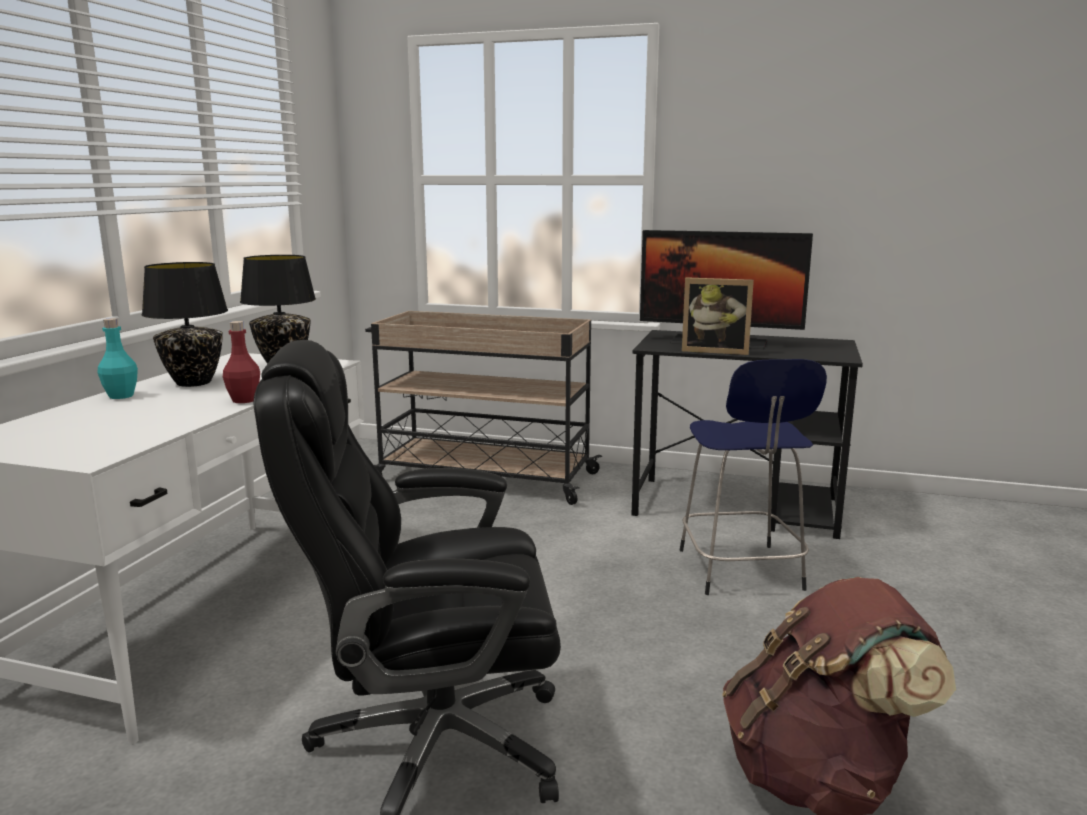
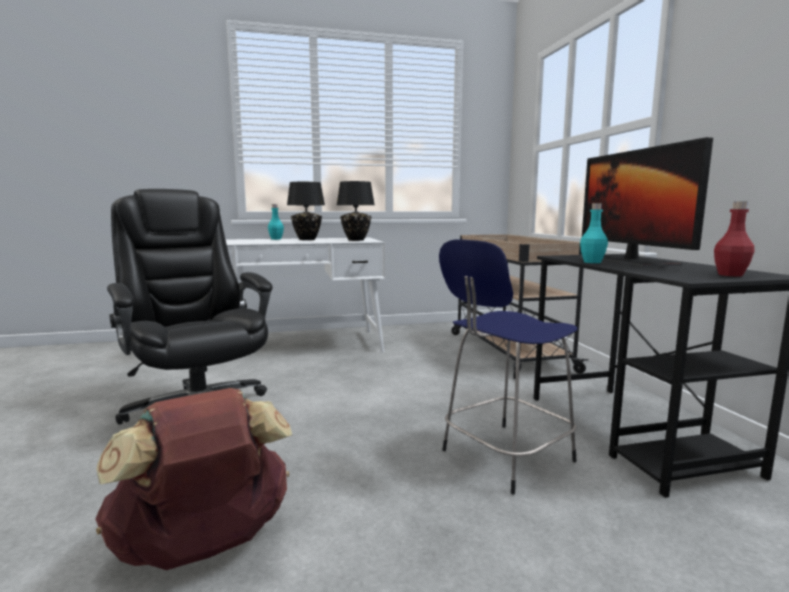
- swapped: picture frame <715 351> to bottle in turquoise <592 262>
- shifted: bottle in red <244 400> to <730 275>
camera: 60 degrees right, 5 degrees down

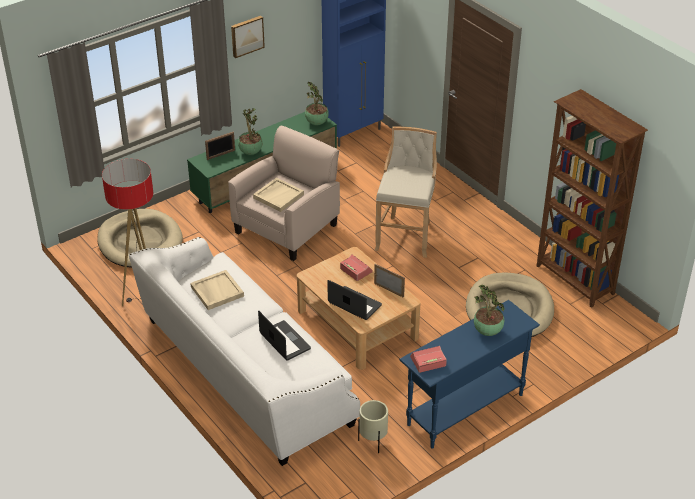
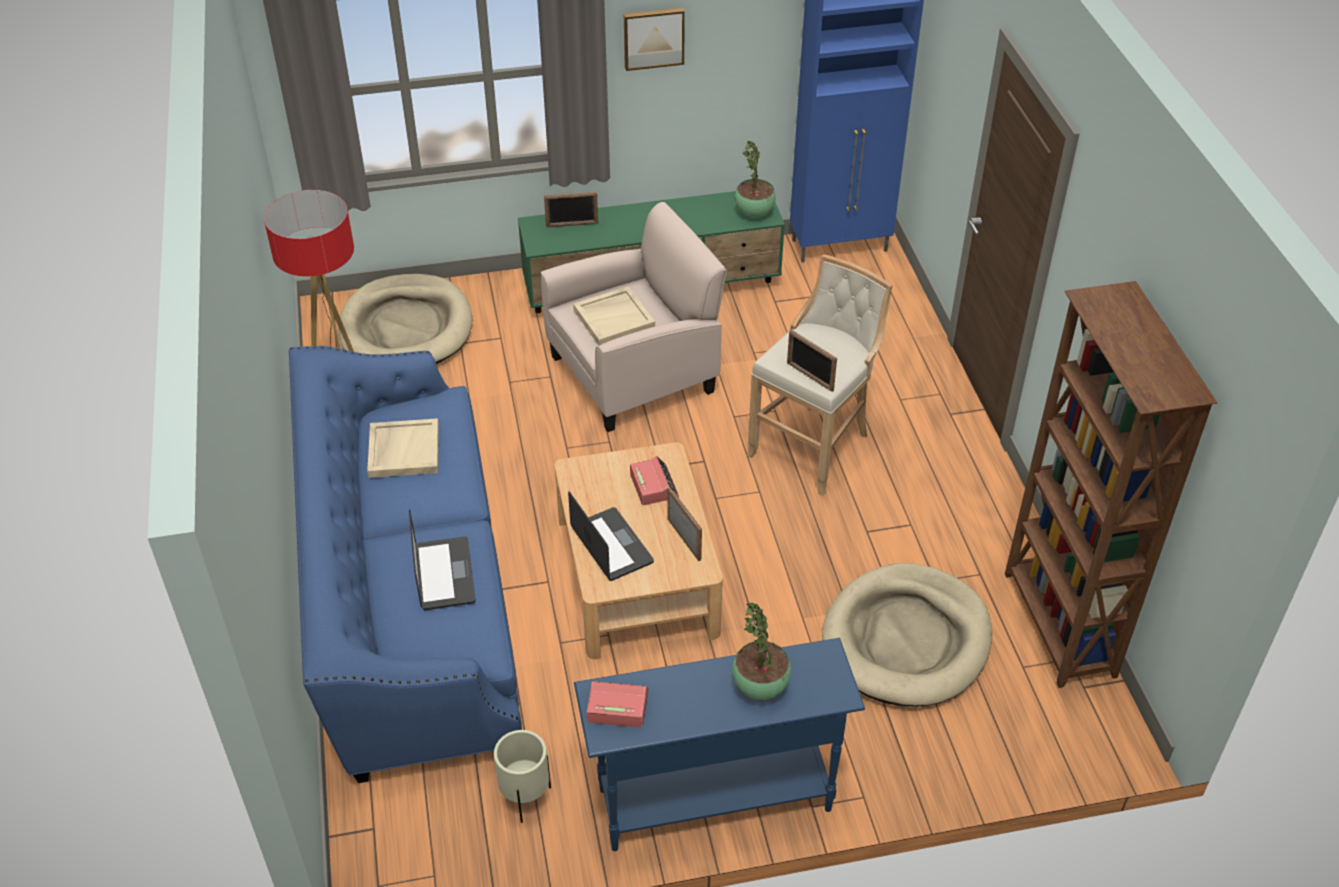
- repainted: sofa in white <244 372> to sofa in blue <411 596>
- new: picture frame <809 377>
- gone: potted plant <250 152>
camera: 25 degrees right, 5 degrees up

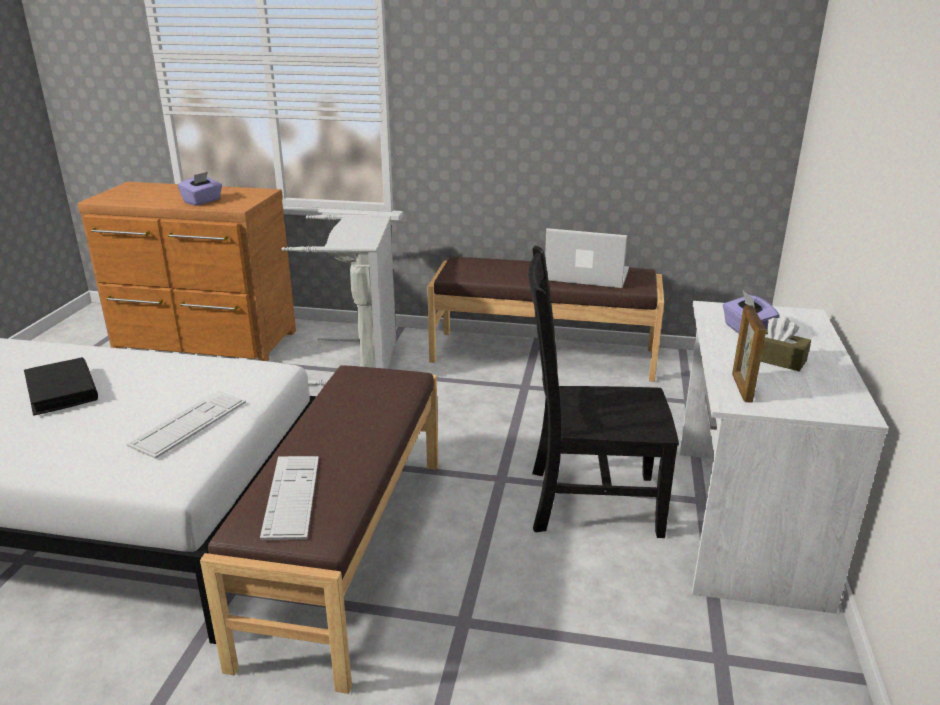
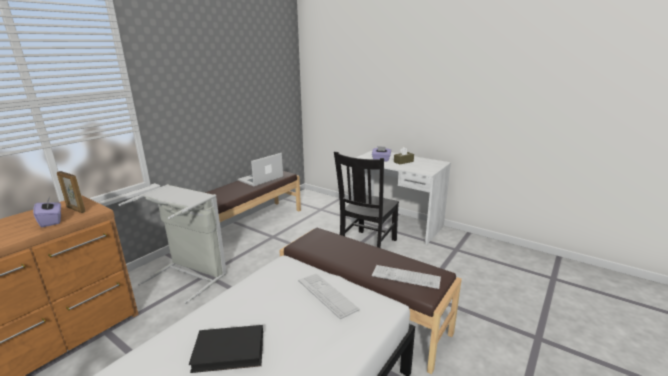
- shifted: picture frame <741 388> to <76 209>
camera: 65 degrees left, 5 degrees down

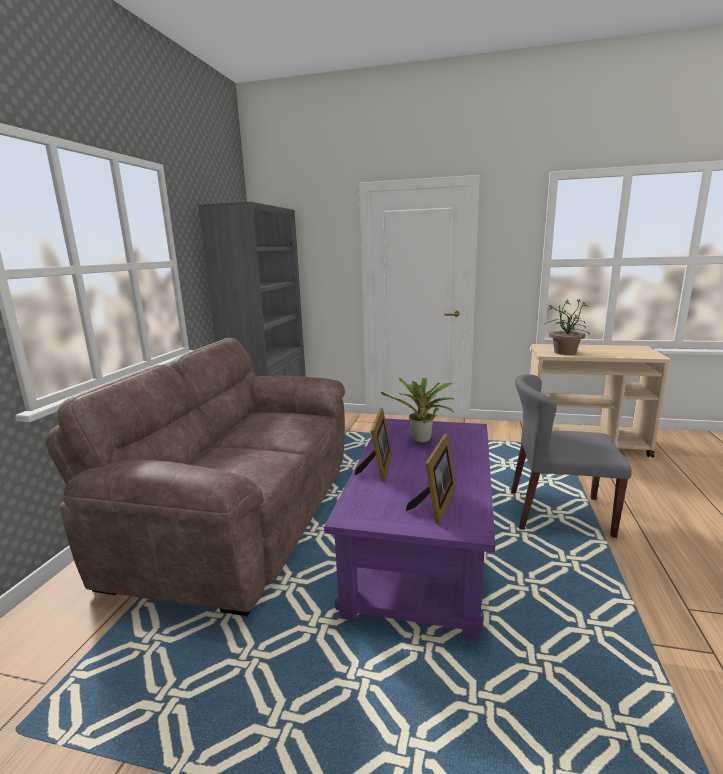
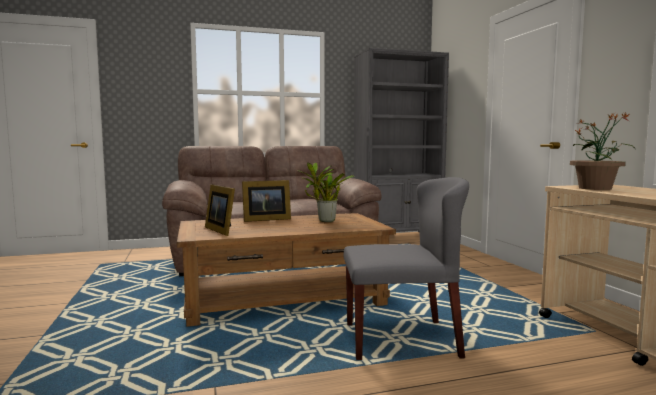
- repainted: coffee table in purple <421 544> to coffee table in brown <284 299>
- rotated: picture frame <436 504> = <222 230> 60 degrees clockwise
- rotated: chair in grey <558 513> = <402 339> 105 degrees clockwise
camera: 60 degrees right, 10 degrees down

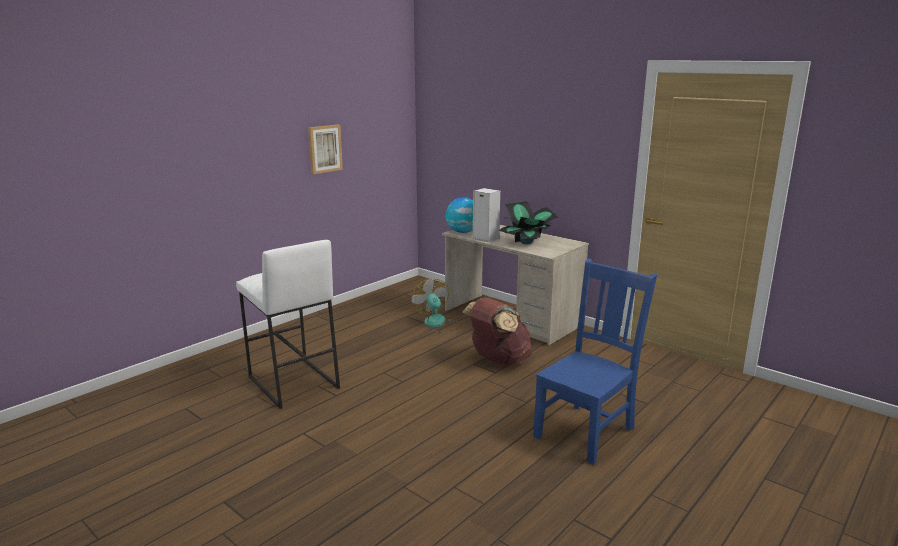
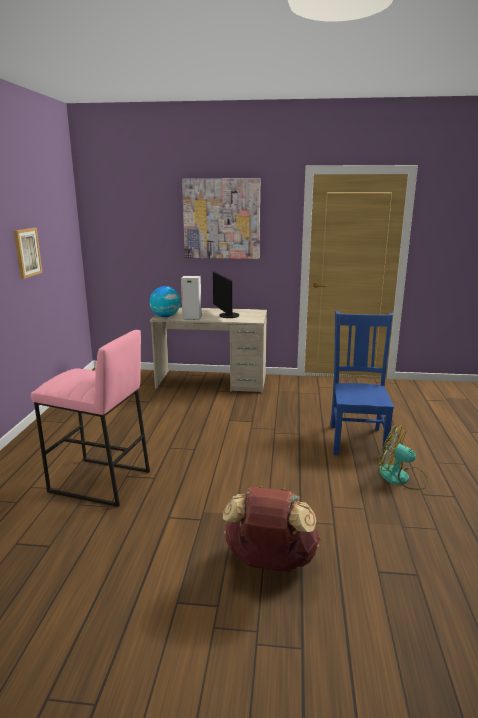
- repainted: stool in white <292 383> to stool in pink <99 482>
- new: picture <221 219>
- swapped: potted plant <527 242> to monitor <227 316>
- shifted: backpack in brown <498 360> to <270 562>
- shifted: fan <438 324> to <401 478>
camera: 35 degrees left, 0 degrees up

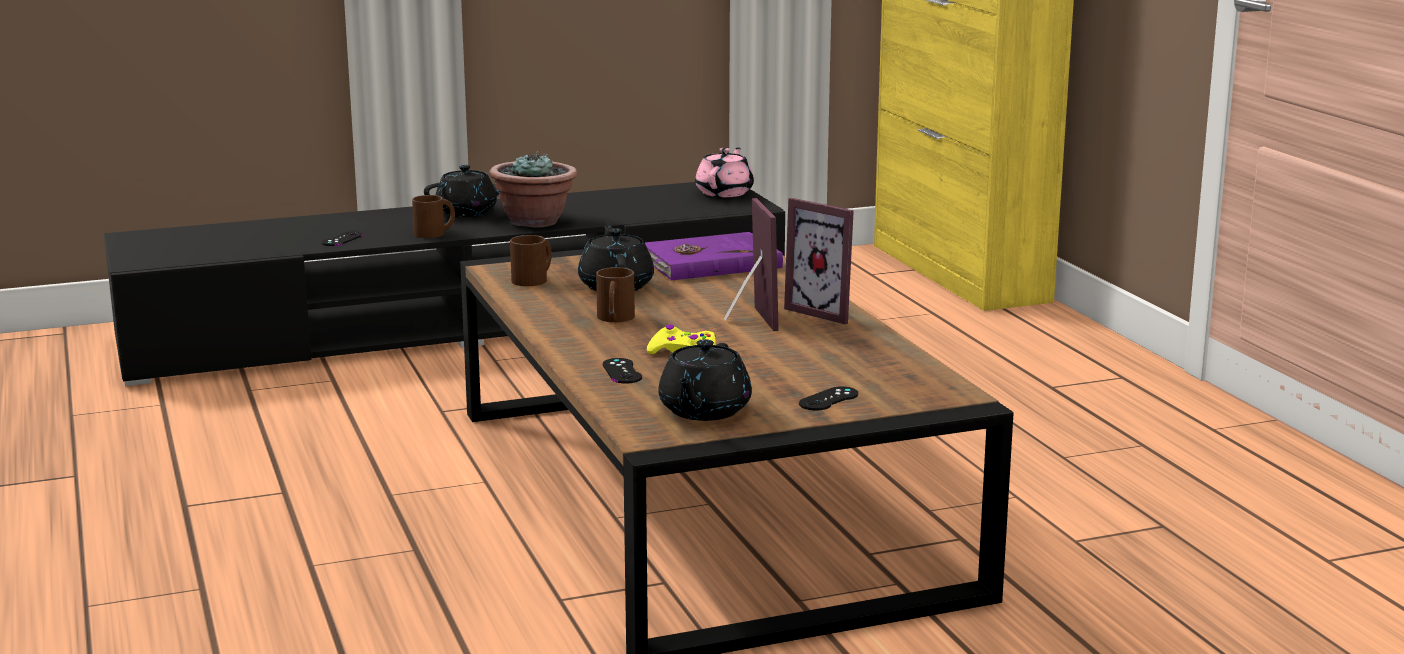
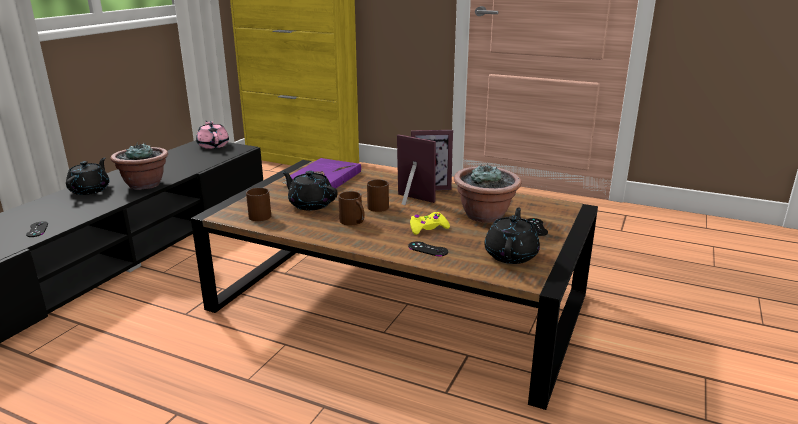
- shifted: mug in brown <435 233> to <379 205>
- new: potted plant <485 216>
- rotated: teapot in black <703 411> = <511 254> 135 degrees counterclockwise
camera: 45 degrees left, 5 degrees up

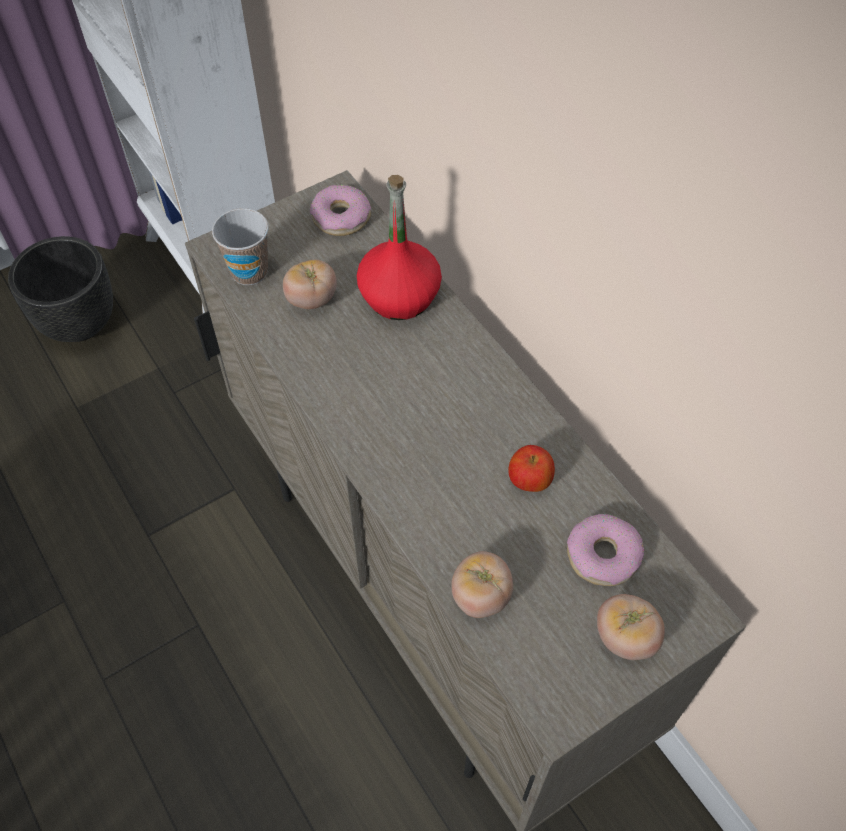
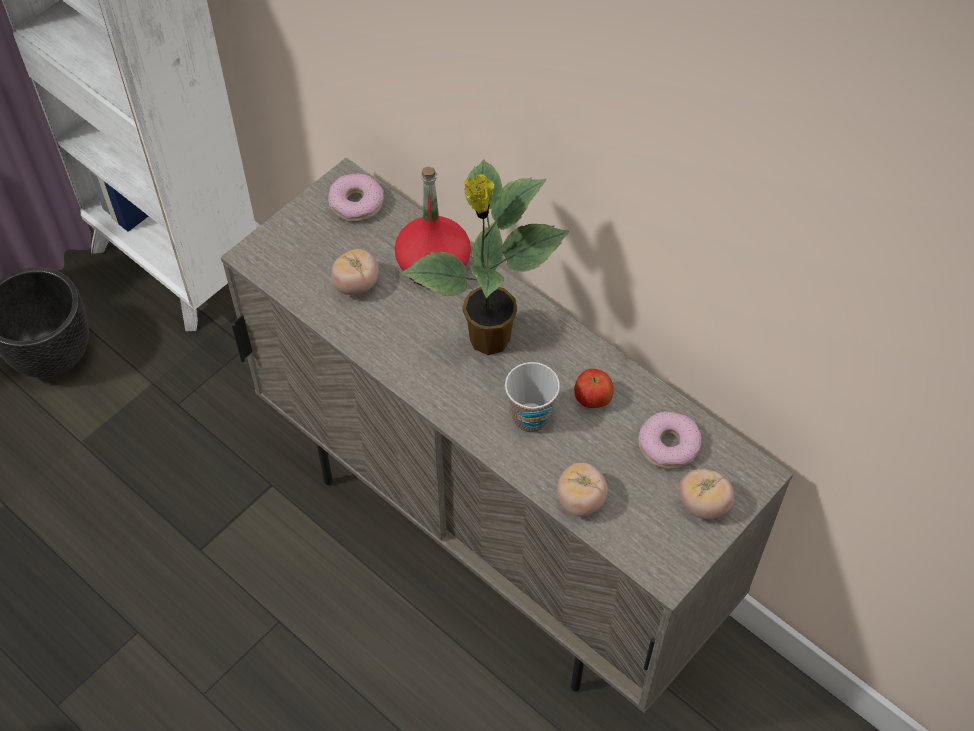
- new: potted plant <488 340>
- shifted: cup <249 272> to <530 418>
camera: 15 degrees left, 0 degrees up

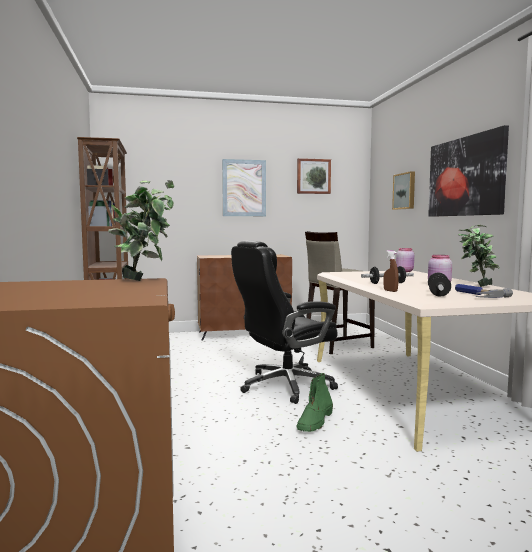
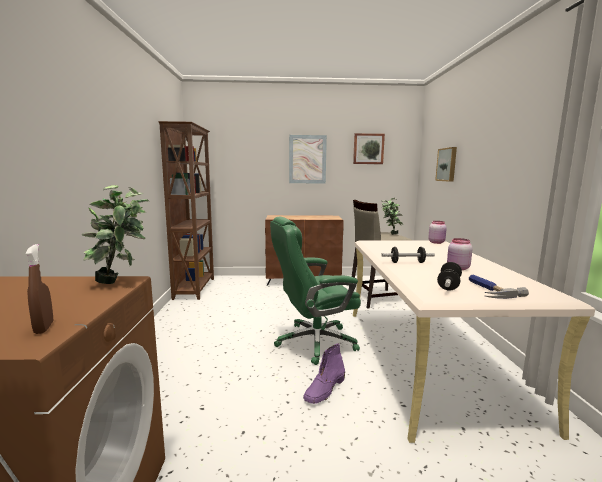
- shifted: spray bottle in brown <390 291> to <44 328>
- repainted: office chair in black <284 386> to office chair in green <314 342>
- repainted: boot in green <315 422> to boot in purple <324 389>
- shifted: potted plant <476 286> to <390 234>
- gone: picture <465 176>
camera: 10 degrees right, 5 degrees up

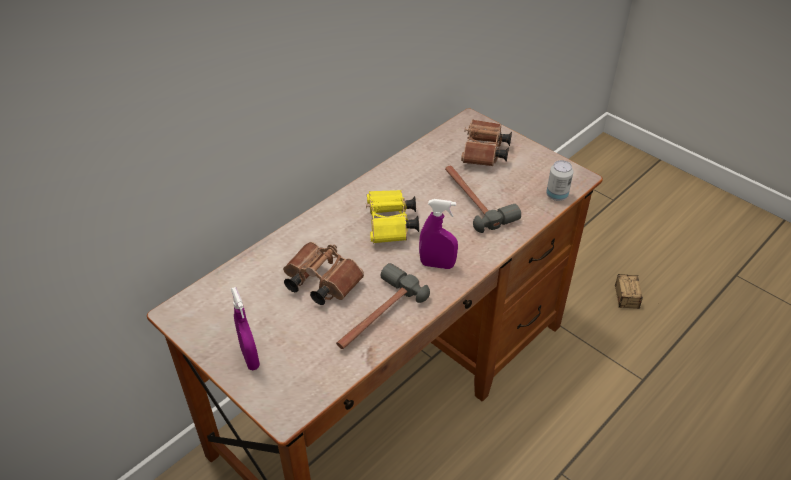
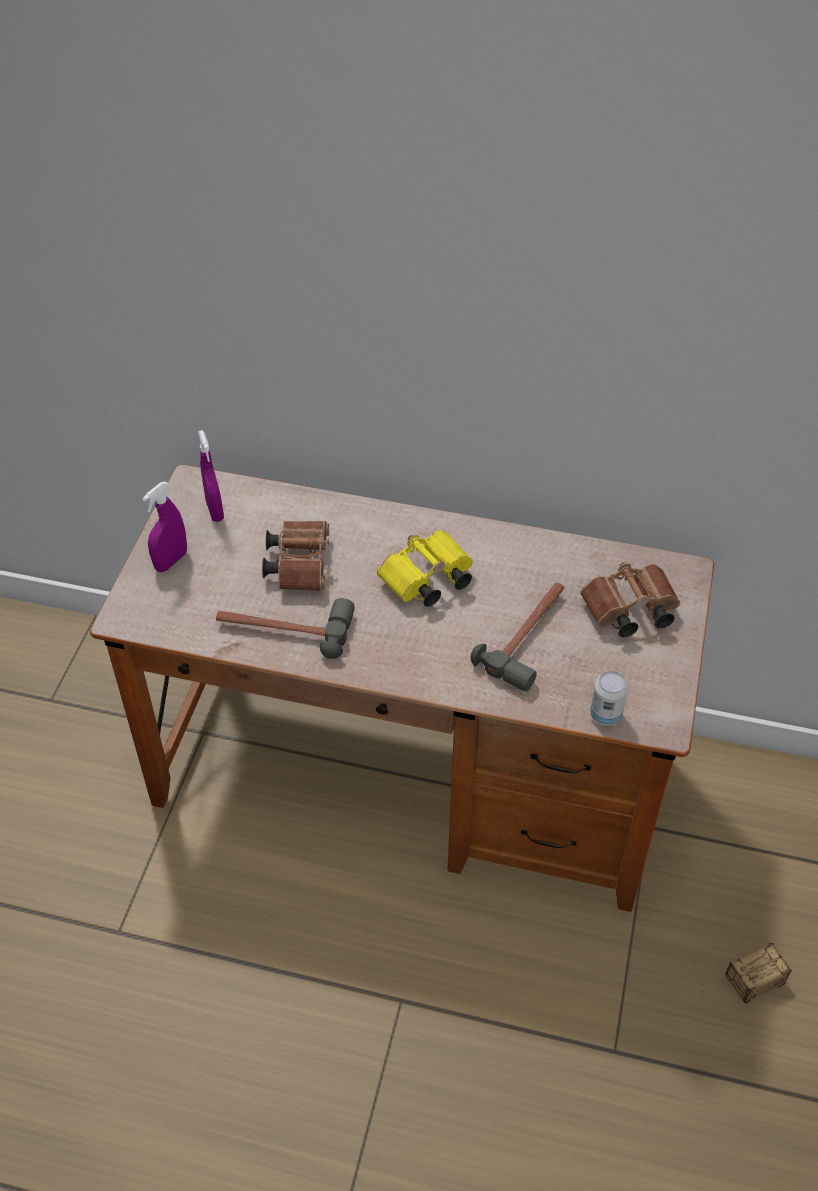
- shifted: spray bottle in purple <437 264> to <215 510>
camera: 60 degrees right, 5 degrees up

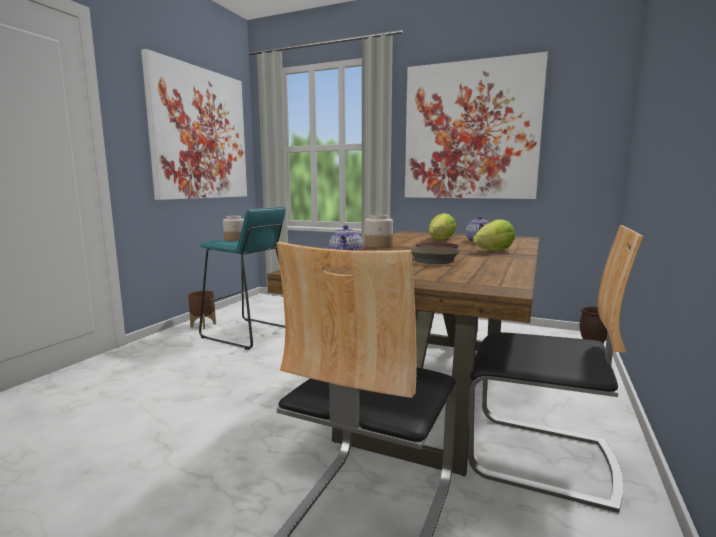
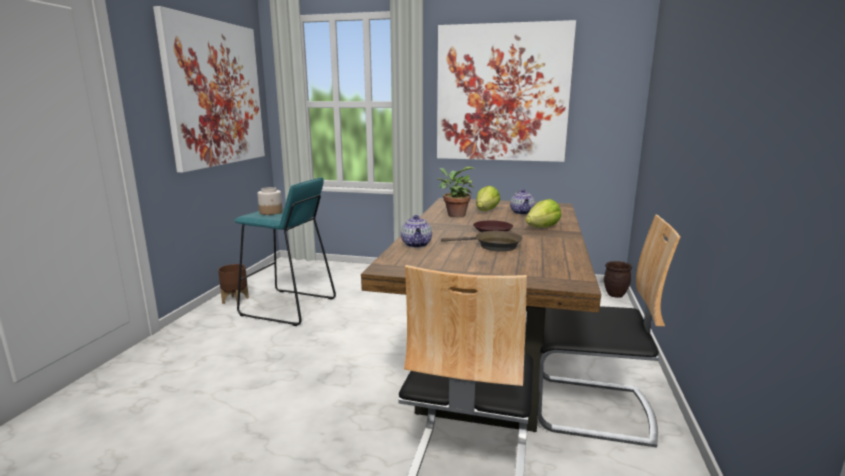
- new: potted plant <454 215>
- gone: jar <378 245>
camera: 10 degrees left, 5 degrees up

